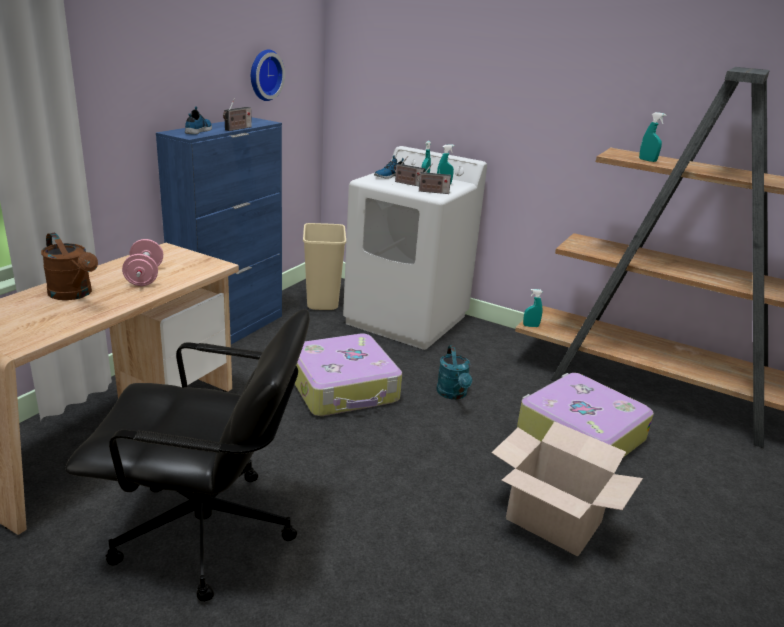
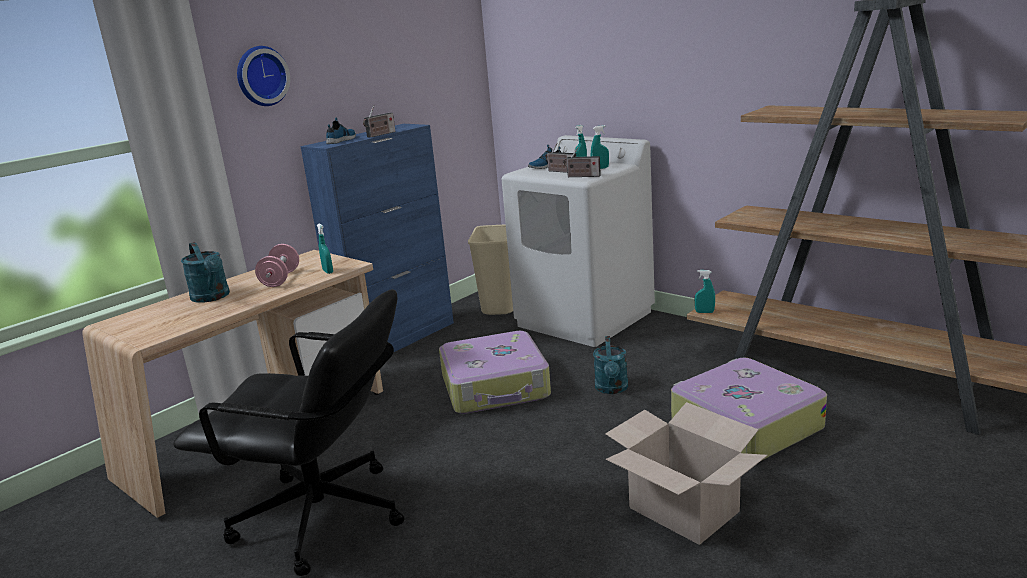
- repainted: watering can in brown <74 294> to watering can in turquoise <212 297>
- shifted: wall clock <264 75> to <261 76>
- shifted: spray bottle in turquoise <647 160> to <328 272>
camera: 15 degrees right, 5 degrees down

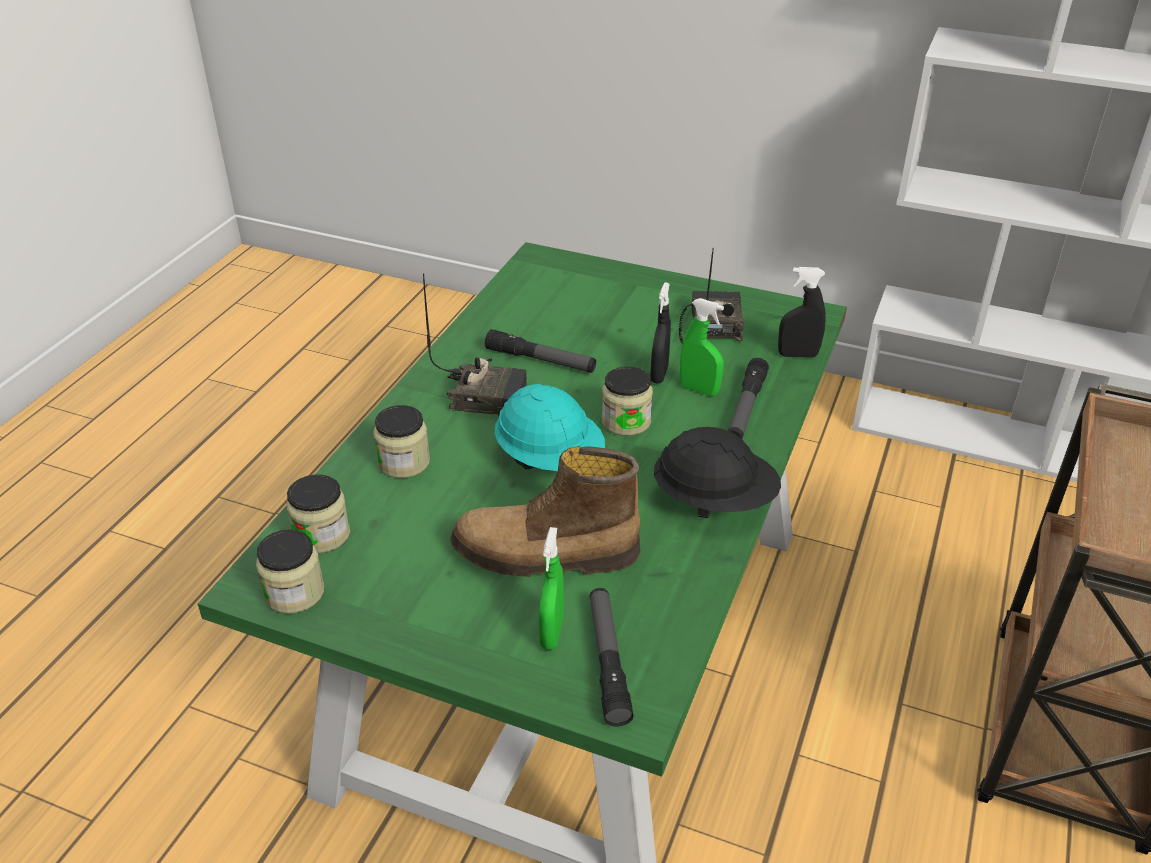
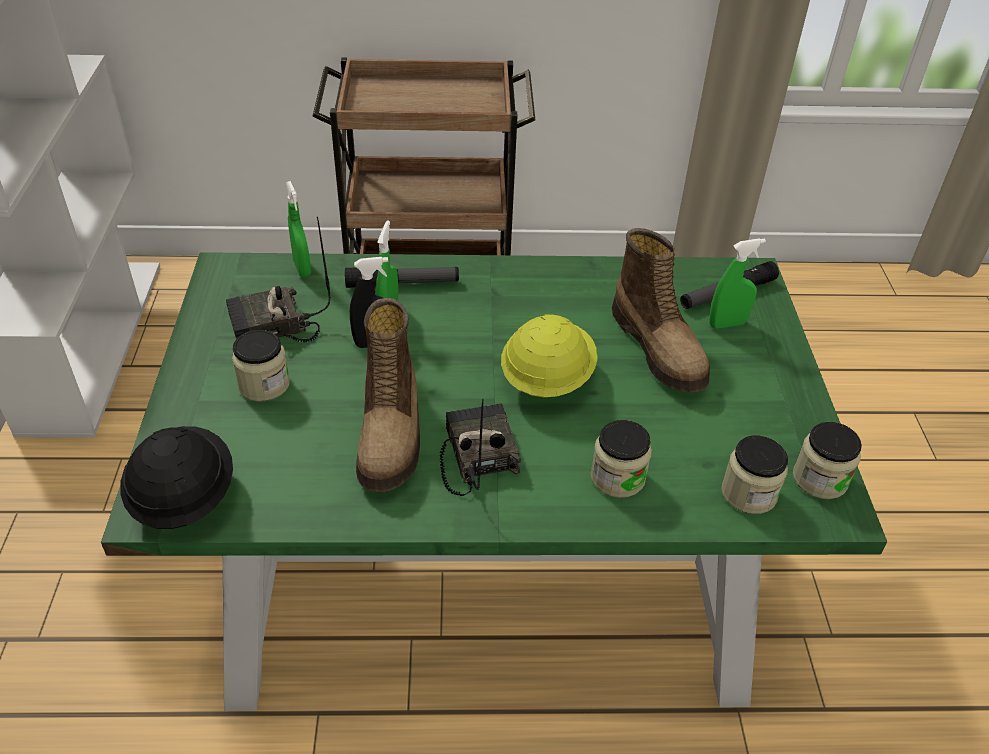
- shifted: hard hat in black <714 501> to <183 498>
- shifted: jar <626 421> to <264 384>
- repainted: spray bottle in black <797 355> to spray bottle in green <302 268>
- swapped: flashlight <540 360> to boot <391 434>
- repainted: hard hat in turquoise <550 459> to hard hat in yellow <546 379>
camera: 115 degrees left, 5 degrees up

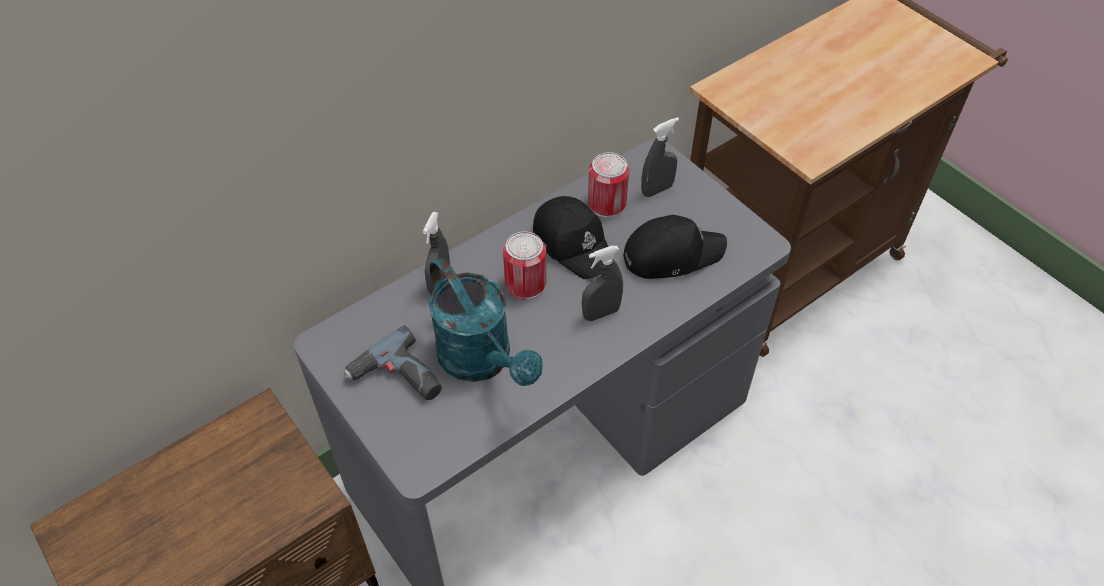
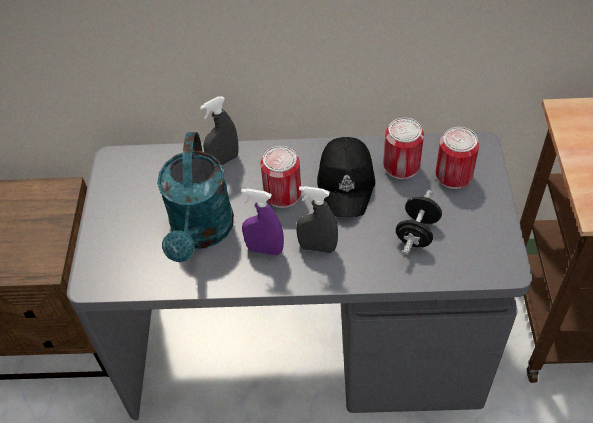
- new: spray bottle in purple <264 249>
- swapped: cap in black <671 254> to dumbbell in black <417 233>
- swapped: spray bottle in grey <657 190> to can <453 175>
- gone: power drill <397 380>
camera: 40 degrees right, 0 degrees up

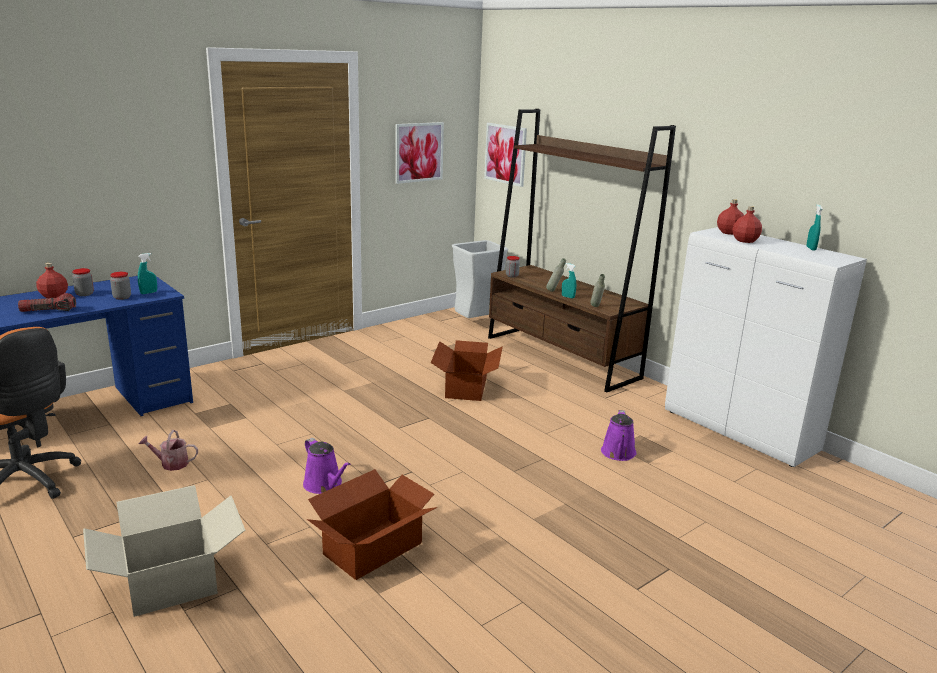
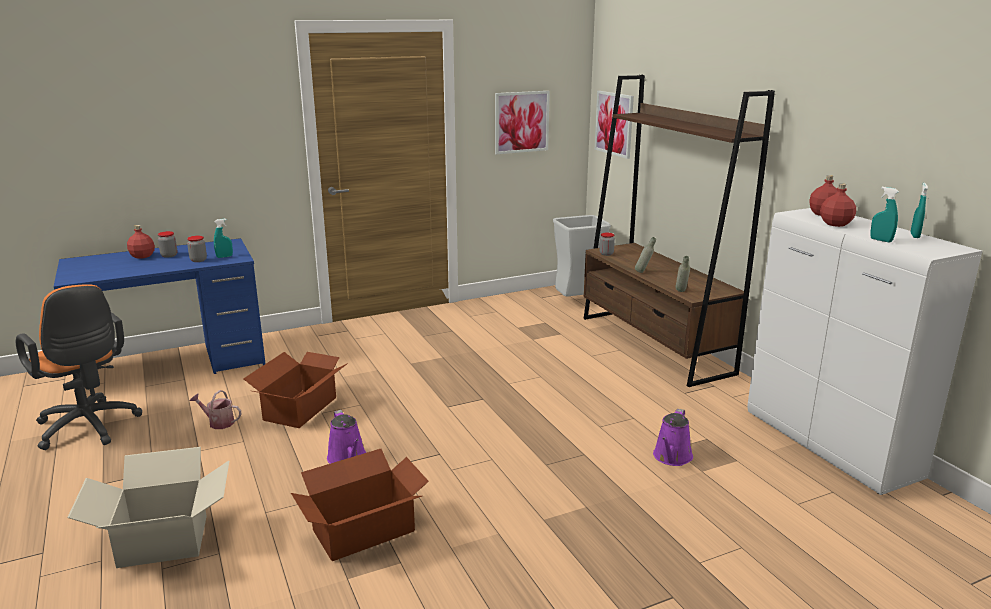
- shifted: cardboard box <467 387> to <301 408>
- shifted: spray bottle in turquoise <568 297> to <881 240>
- gone: flashlight <48 311>
camera: 15 degrees right, 0 degrees up

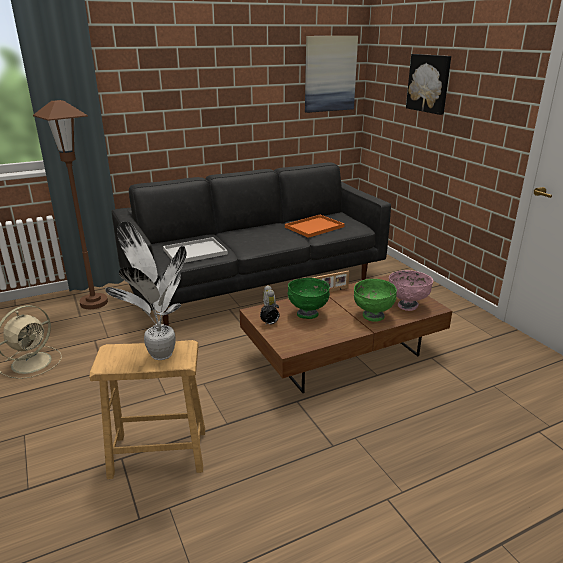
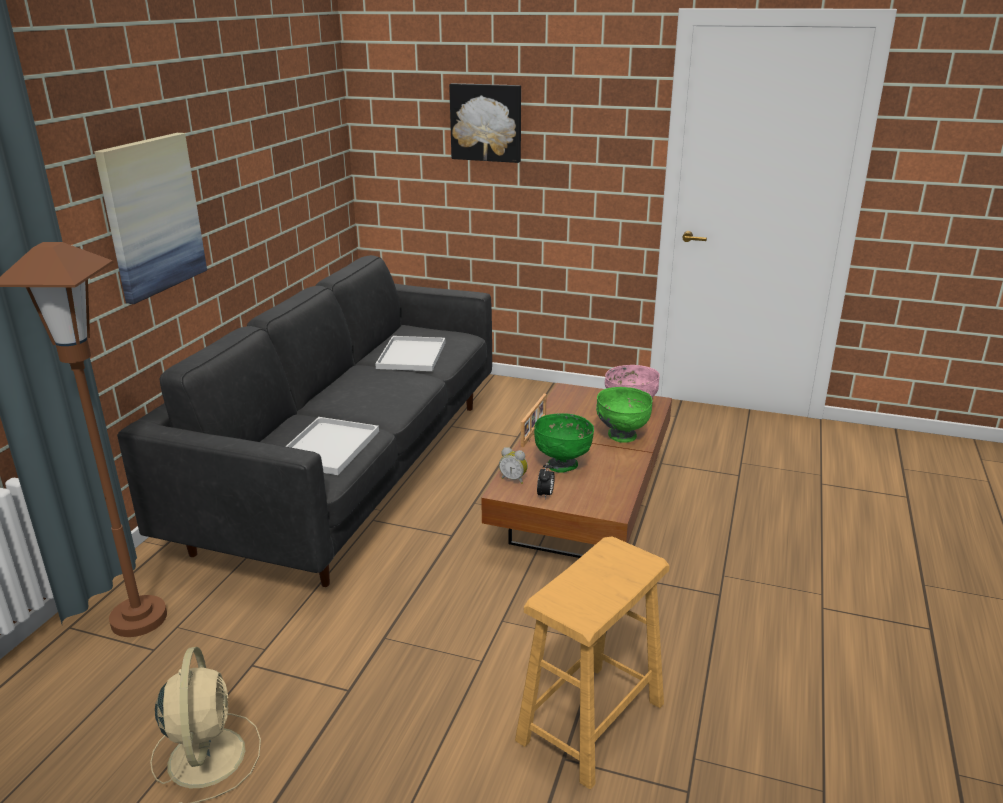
- shifted: picture <330 74> to <152 216>
- repainted: tray in orange <314 226> to tray in white <411 354>
- gone: potted plant <160 353>
camera: 45 degrees left, 0 degrees up

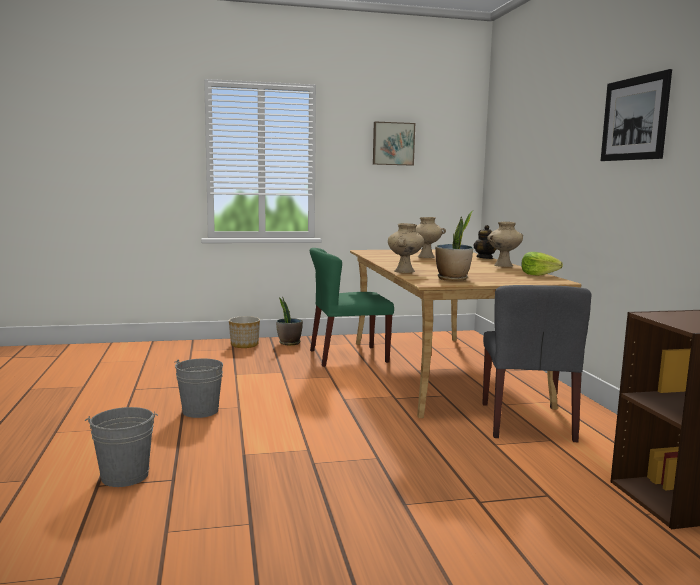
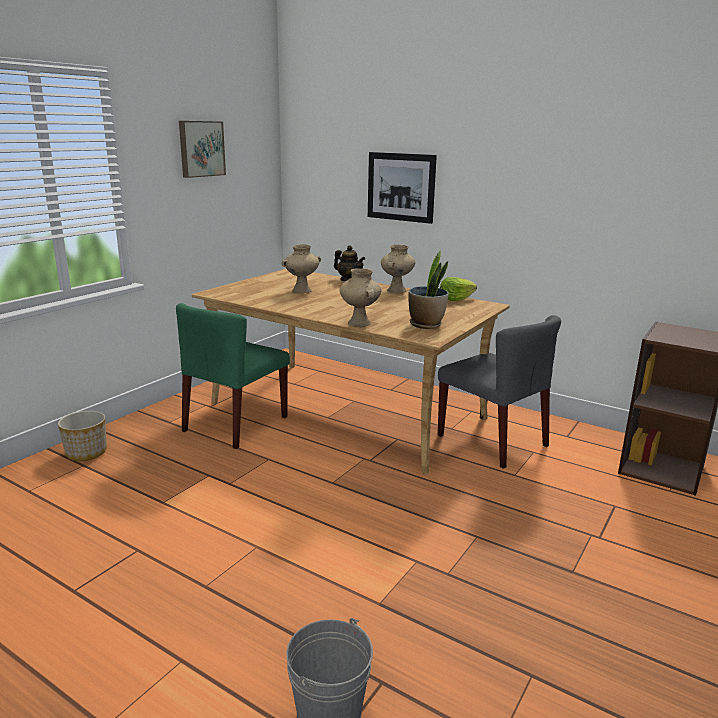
- shifted: picture <634 119> to <401 187>
- gone: bucket in grey <200 411>
- gone: potted plant <289 343>
camera: 45 degrees left, 10 degrees up

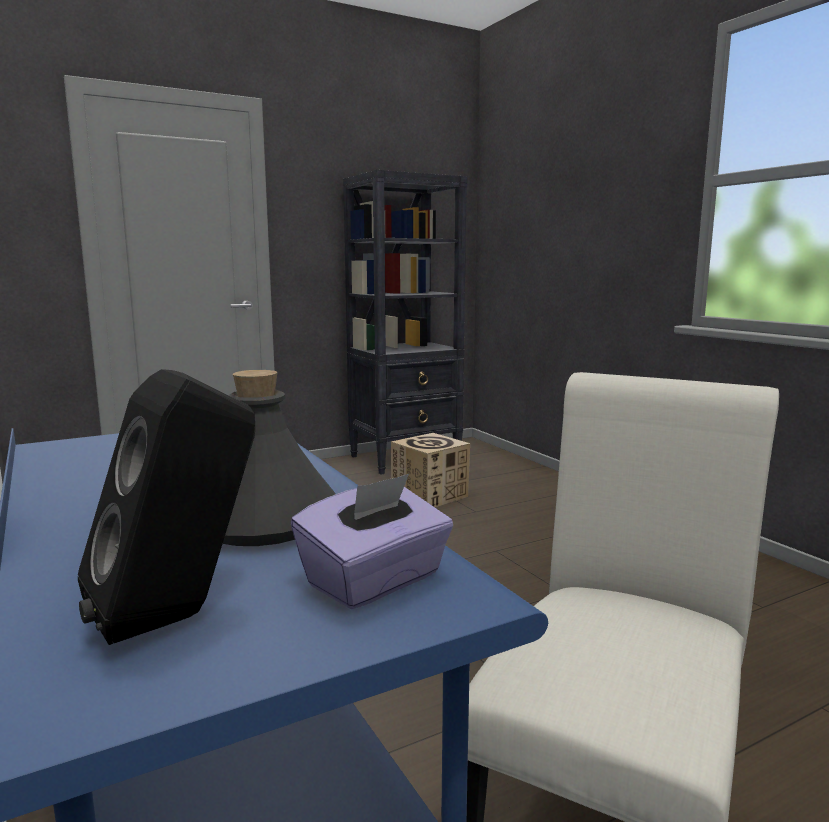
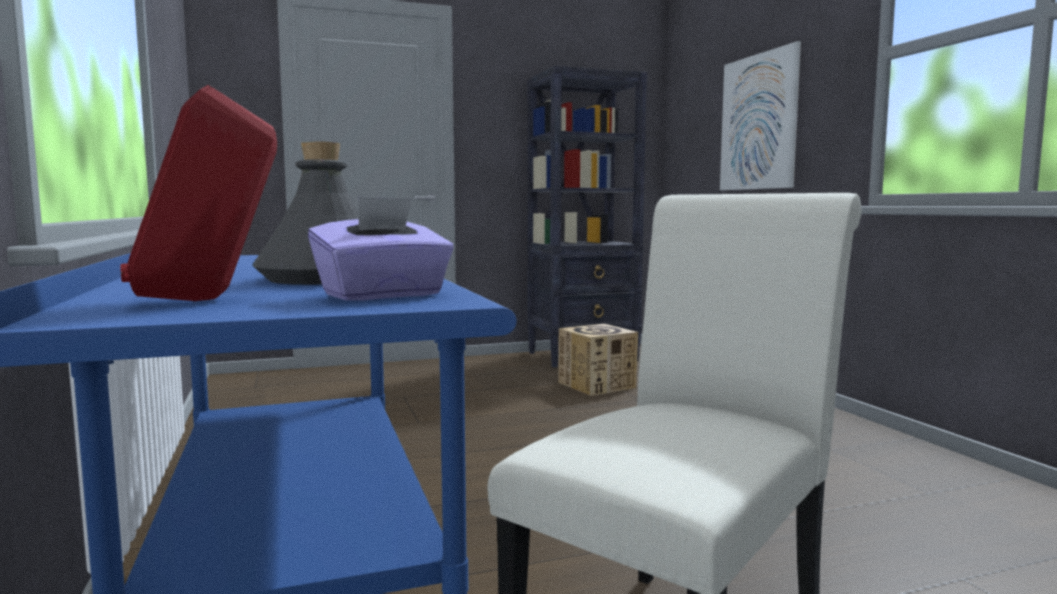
- repainted: speaker in black <180 618> to speaker in red <207 300>
- new: picture <758 122>
camera: 10 degrees right, 5 degrees down

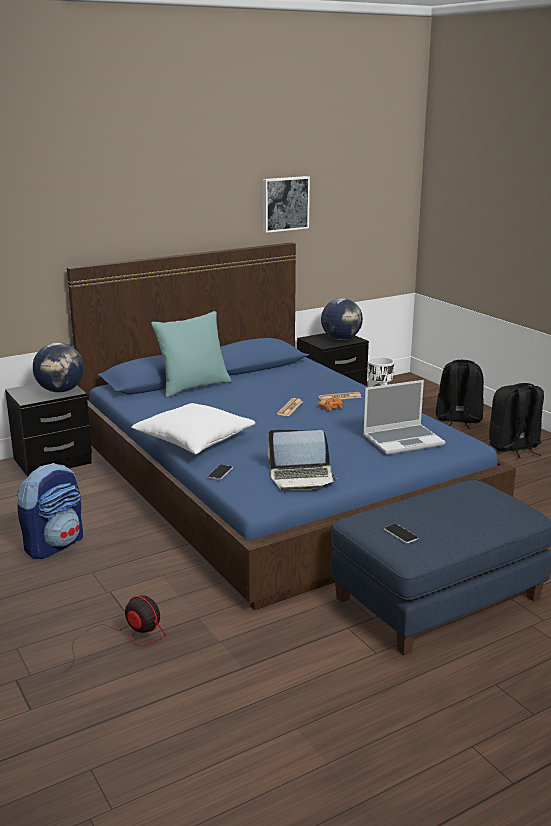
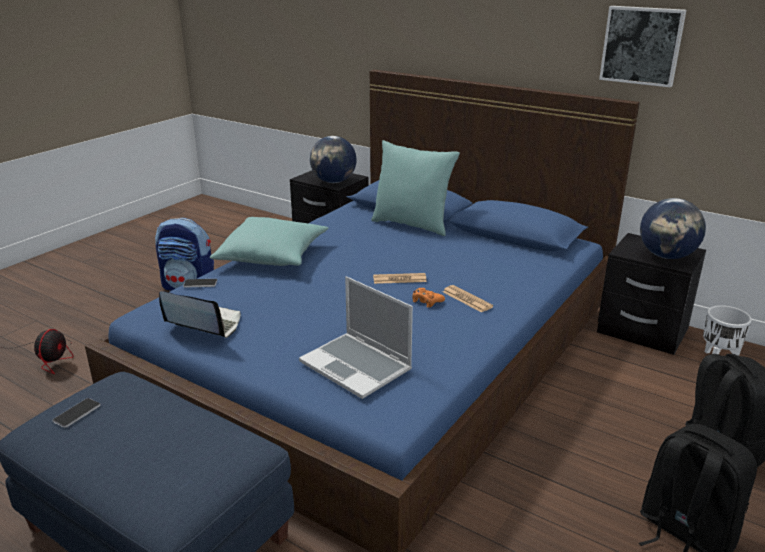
- rotated: laptop <302 477> = <203 324> 135 degrees clockwise
- repainted: pillow in white <194 441> to pillow in turquoise <272 256>
camera: 65 degrees right, 5 degrees up

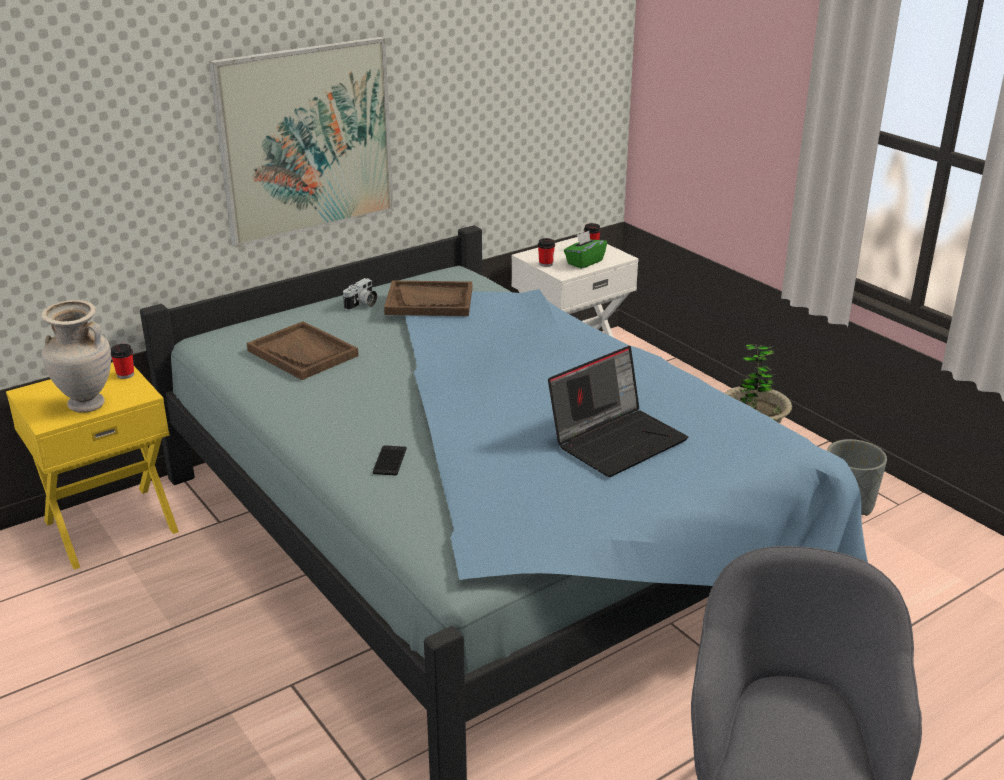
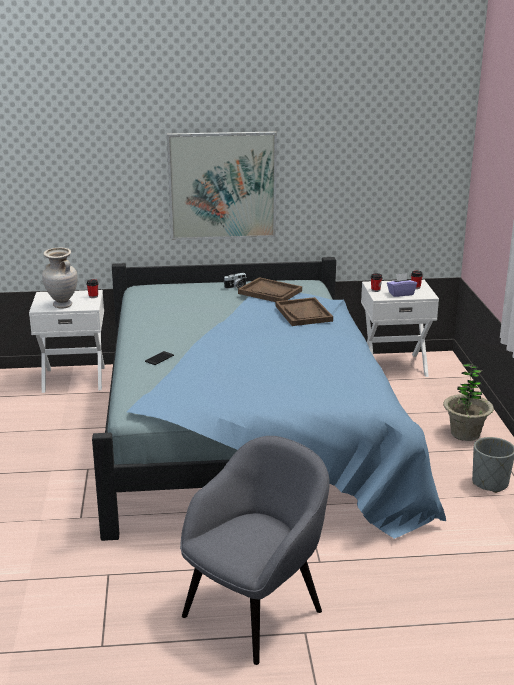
- repainted: nightstand in yellow <110 525> to nightstand in white <74 378>
- shifted: tray in brown <303 353> to <303 313>
- repainted: tissue box in green <584 262> to tissue box in purple <401 294>
- gone: laptop <617 440>
camera: 30 degrees right, 5 degrees down

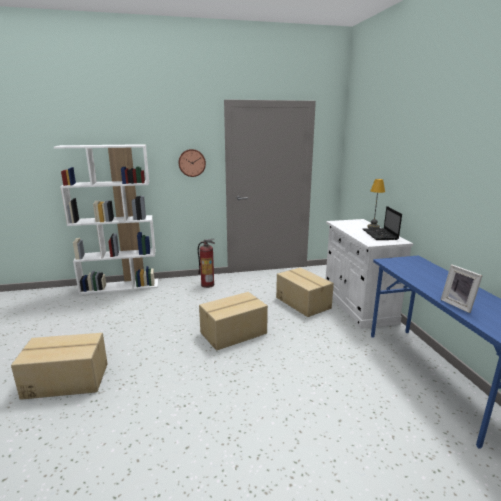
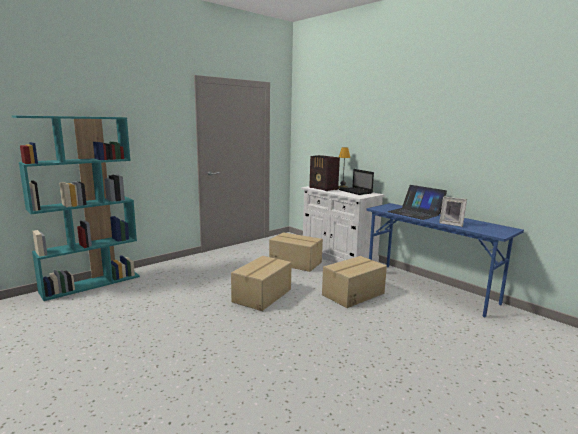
- repainted: bookcase in white <120 286> to bookcase in turquoise <91 284>
- new: radio <323 188>
- shifted: cardboard box <66 380> to <352 294>
- new: laptop <415 213>
- gone: wall clock <192 162>
- gone: fire extinguisher <208 284>
camera: 30 degrees left, 5 degrees down

